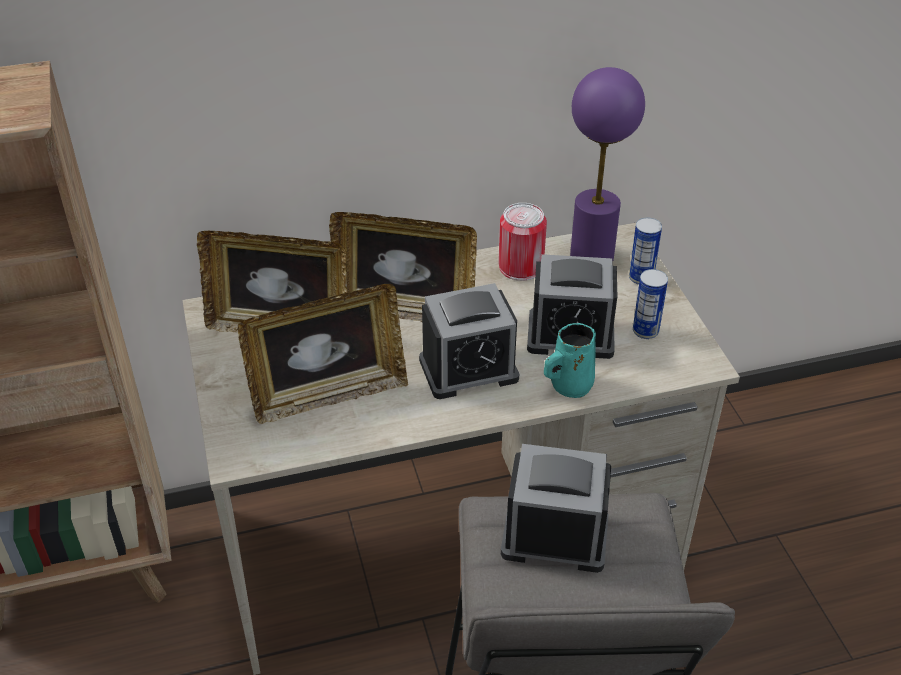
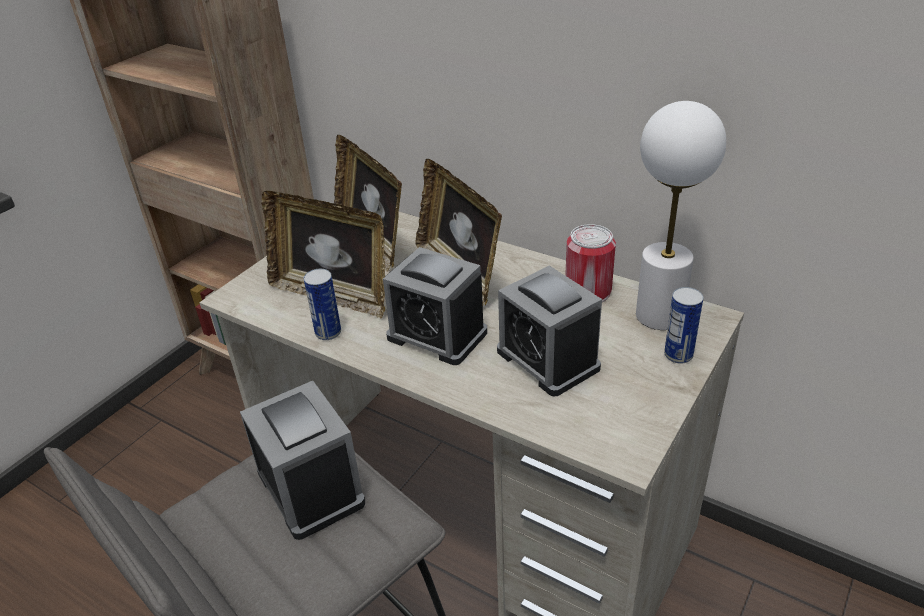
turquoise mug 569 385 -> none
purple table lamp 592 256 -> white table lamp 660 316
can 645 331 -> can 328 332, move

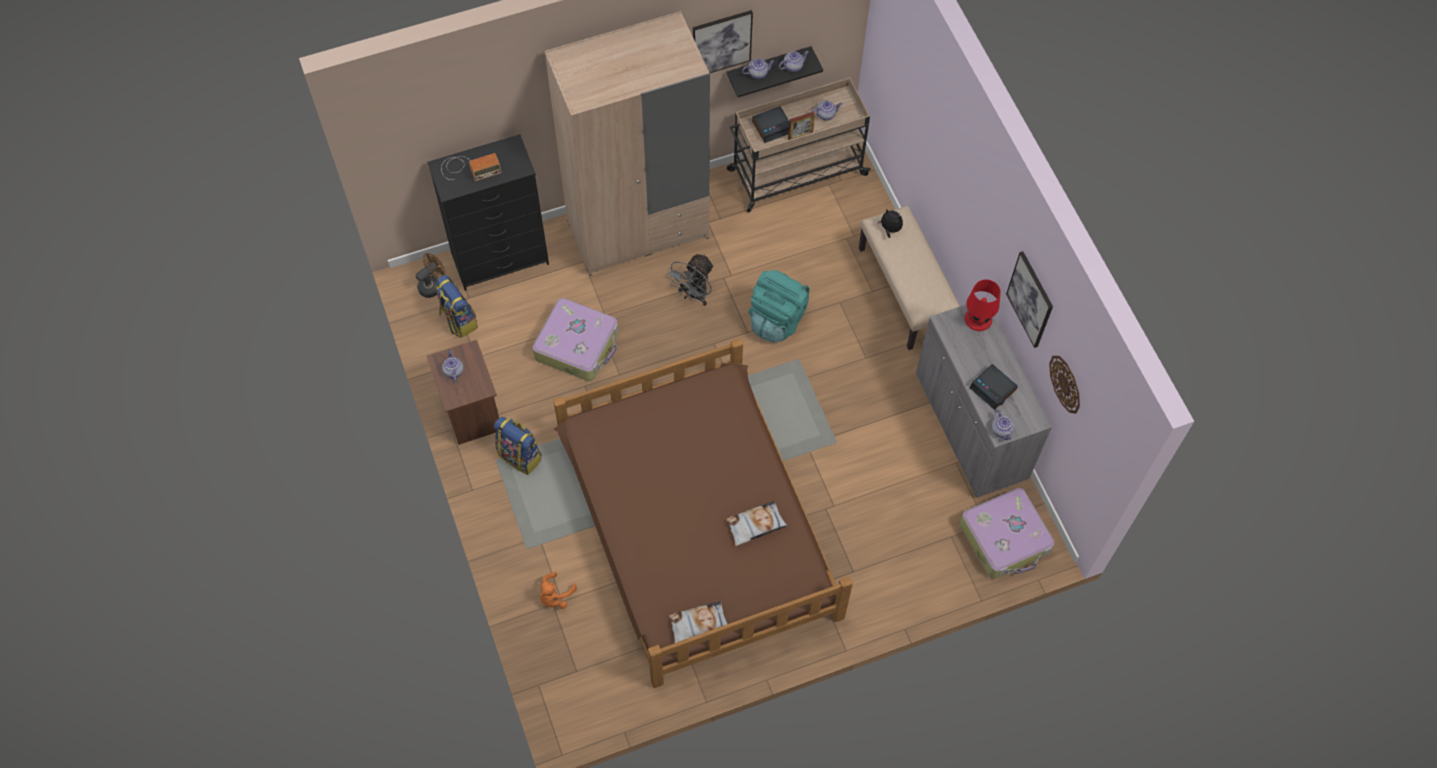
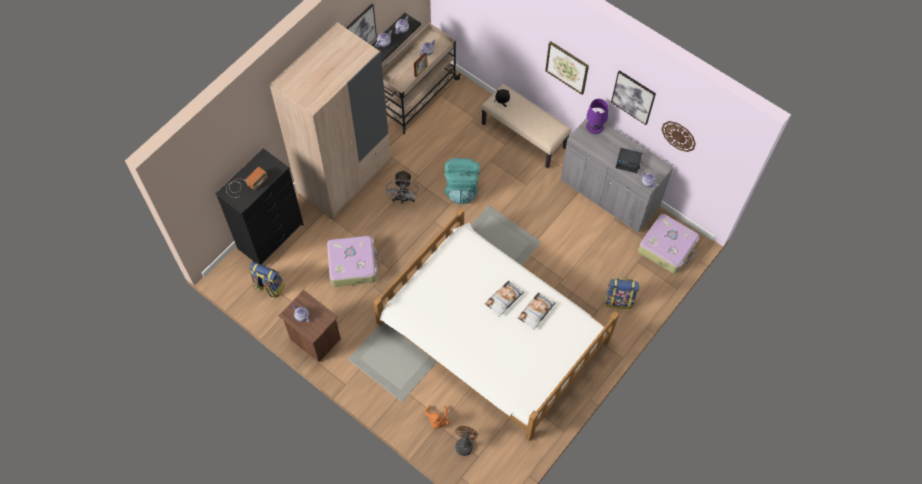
brown fan 432 285 -> brown fan 464 444, move
backpack 520 456 -> backpack 619 300, move
brown bed 696 523 -> white bed 492 331
pillow 698 625 -> pillow 504 300, move
alarm clock 772 126 -> none
red table lamp 978 319 -> purple table lamp 595 126
none -> picture 567 67

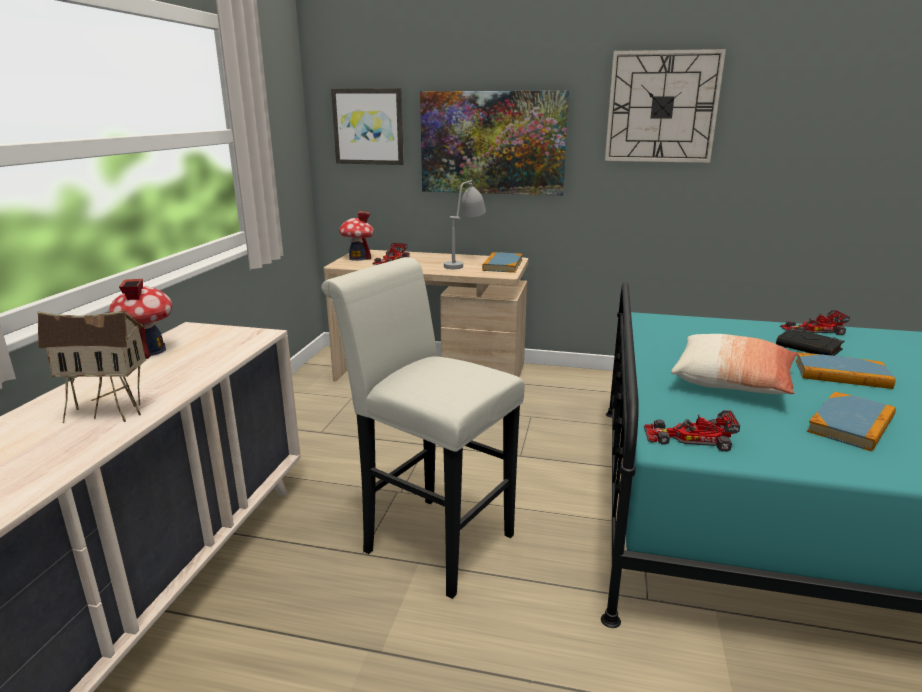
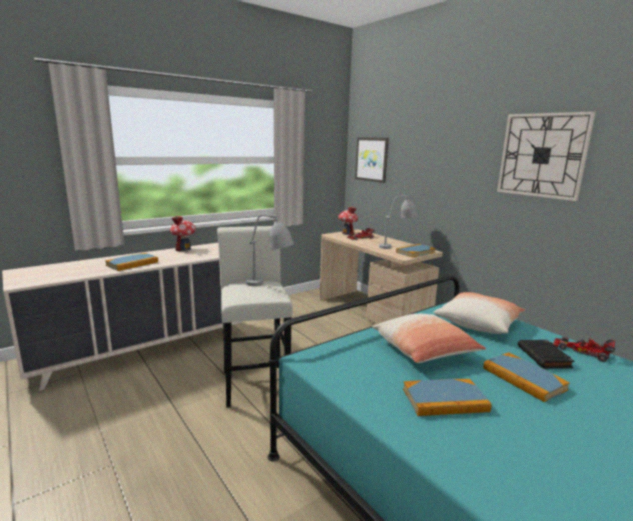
toy house 110 412 -> book 132 264
picture 492 143 -> none
toy car 689 437 -> none
none -> grey table lamp 270 287
none -> pillow 478 323

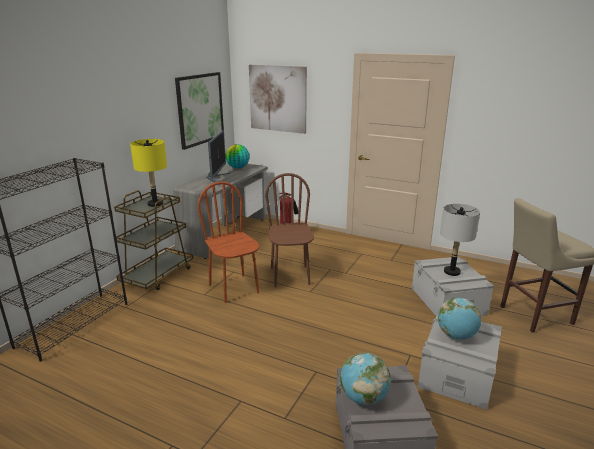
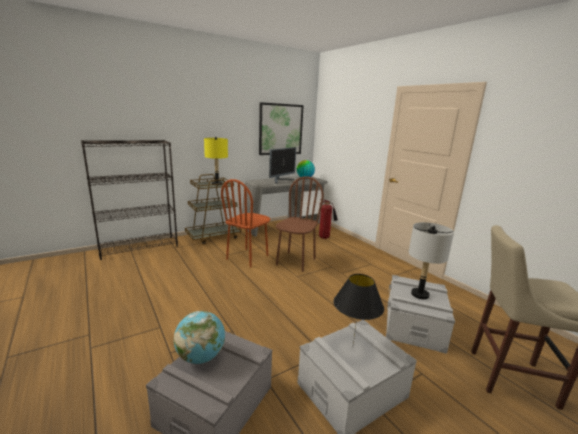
brown chair 234 288 -> brown chair 247 257, 150 degrees counterclockwise
picture 277 98 -> none
globe 456 336 -> black table lamp 352 347

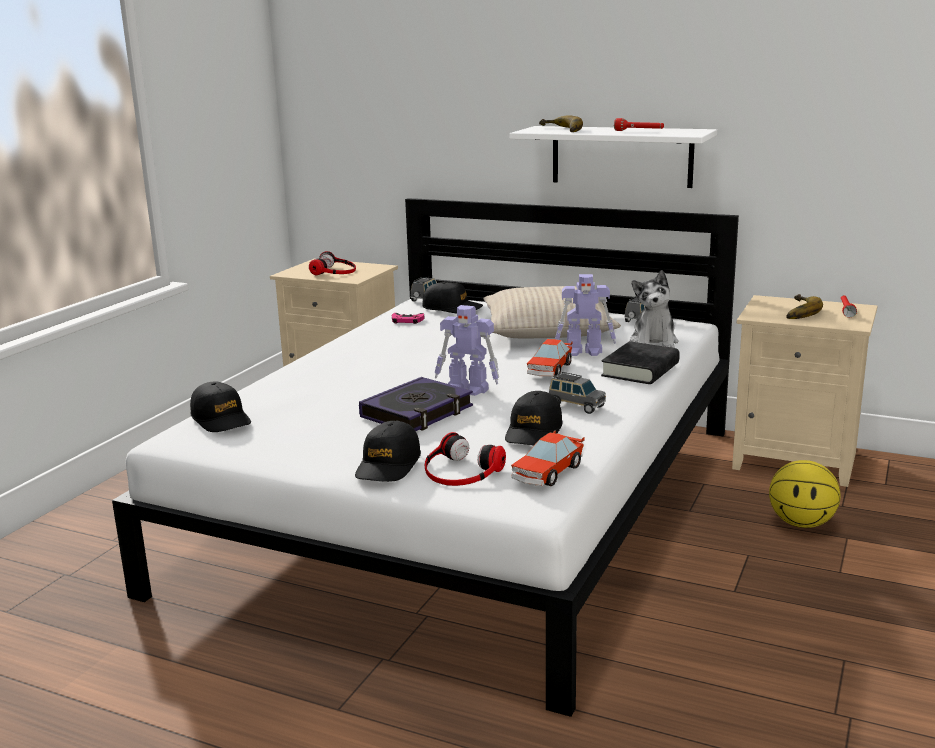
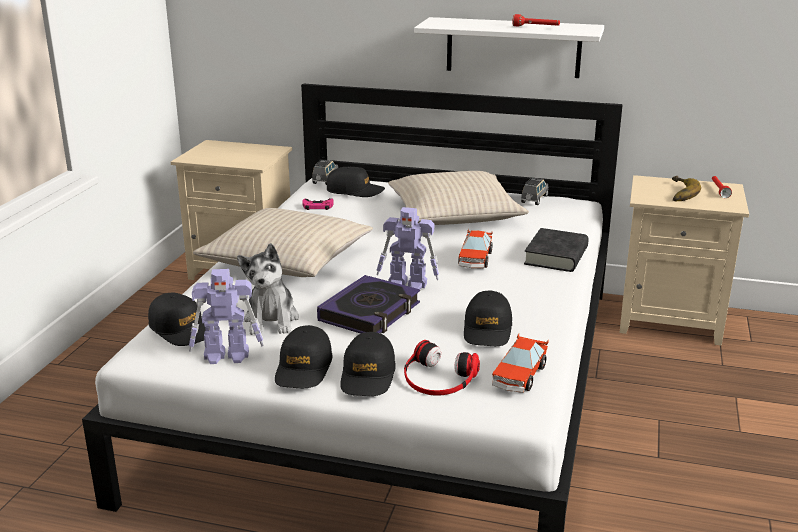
headphones 334 271 -> none
banana 560 130 -> none
grey toy car 576 406 -> none
toy robot 585 352 -> toy robot 228 356, move
plush toy 654 342 -> plush toy 271 320, move
basketball 802 524 -> none
none -> beige pillow 286 259
none -> black cap 304 368

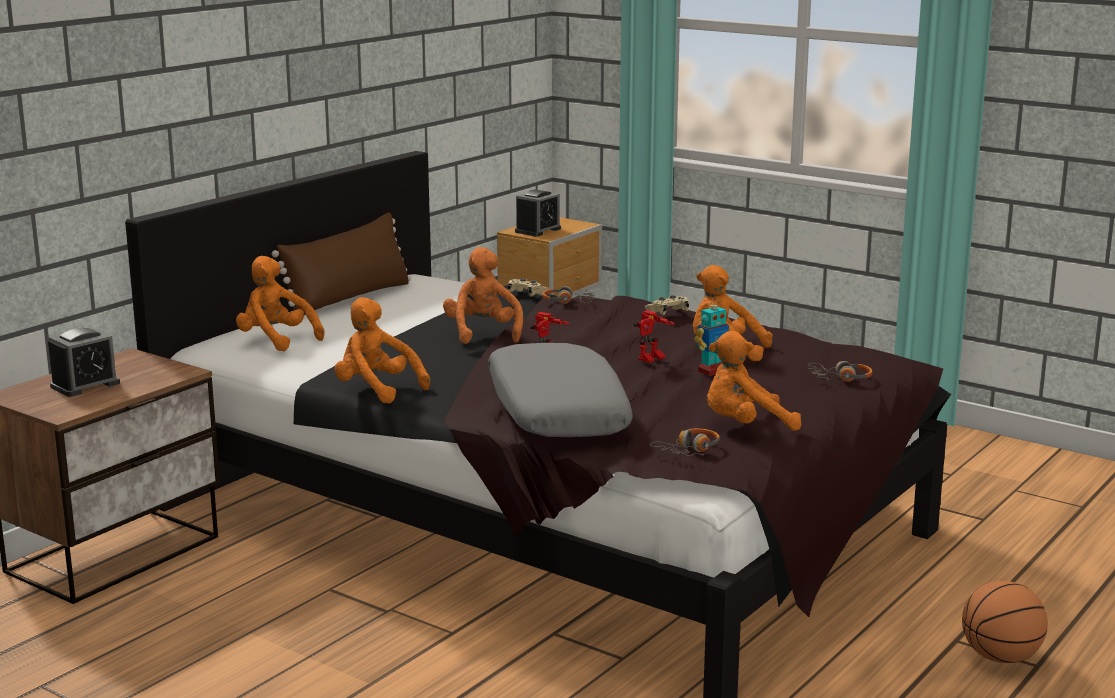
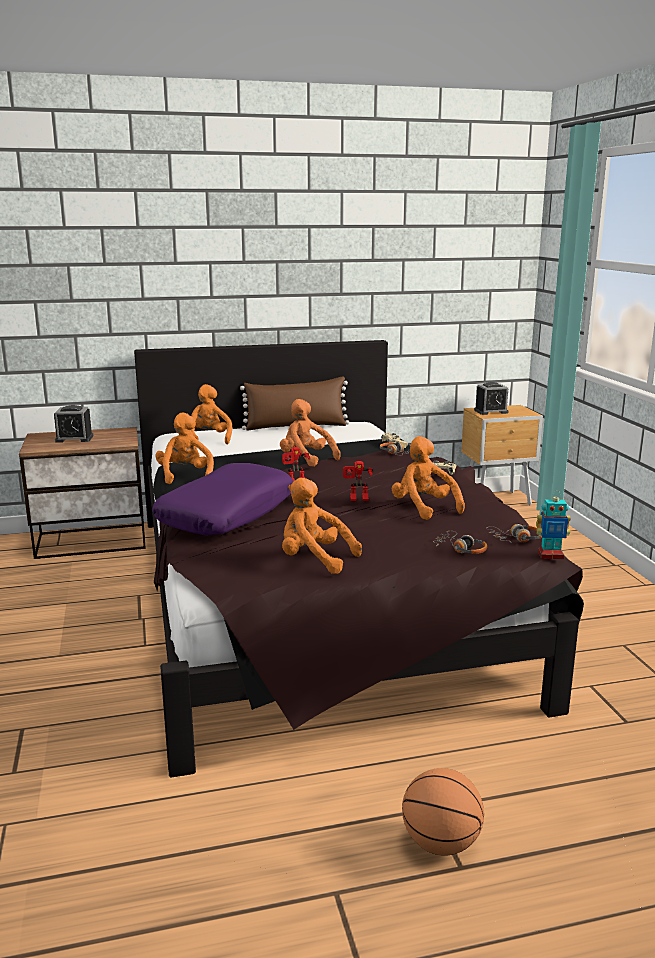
orange plush toy 483 333 -> orange plush toy 306 459, 75 degrees counterclockwise
grey pillow 555 412 -> purple pillow 227 513
headphones 689 450 -> headphones 515 539, move
toy robot 712 371 -> toy robot 550 555, move

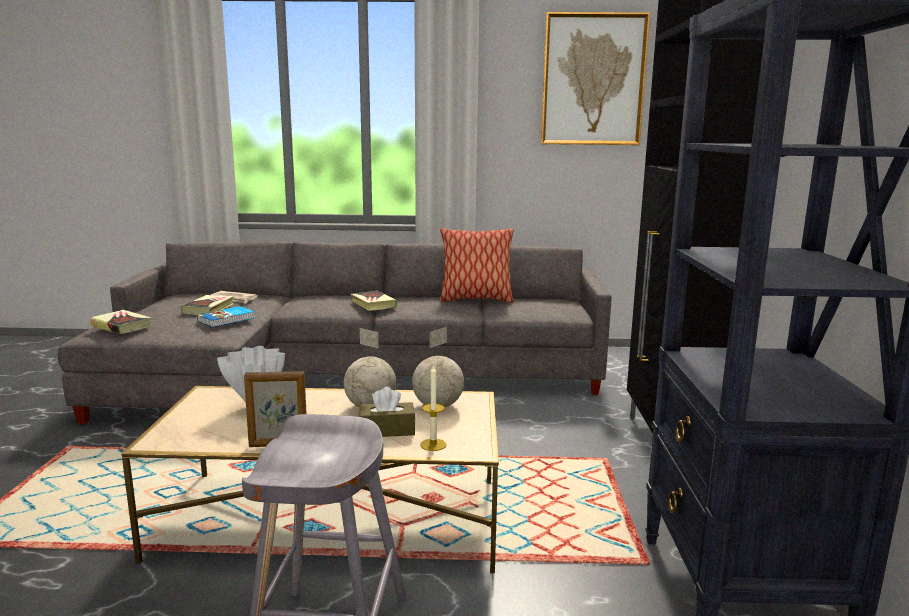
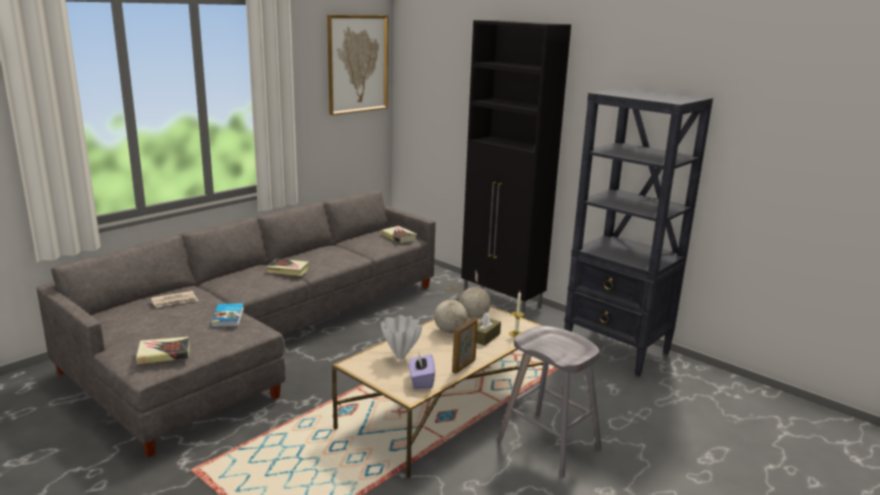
book 208 309 -> book 399 237, move
pillow 475 300 -> none
none -> purple tissue box 421 381

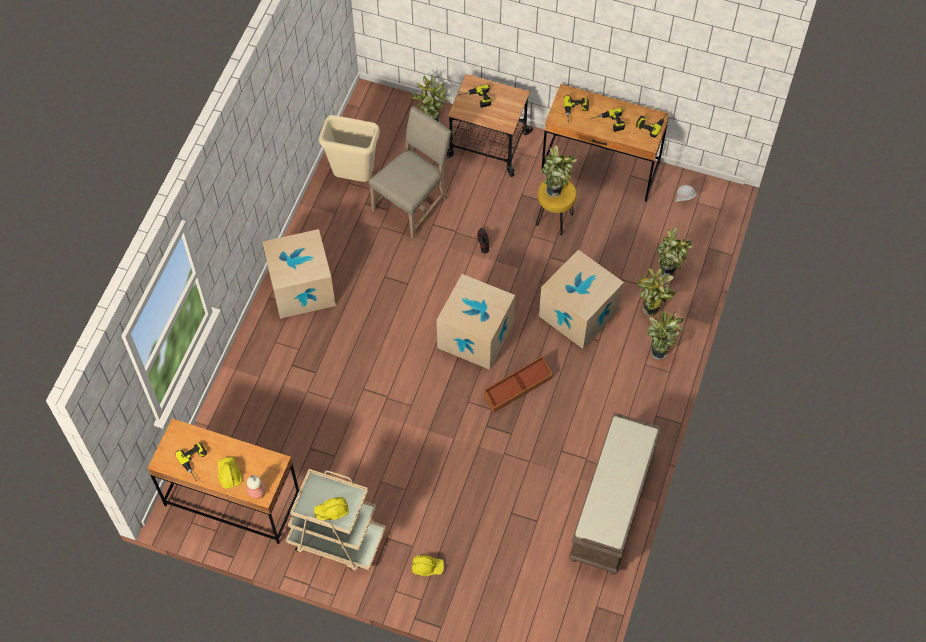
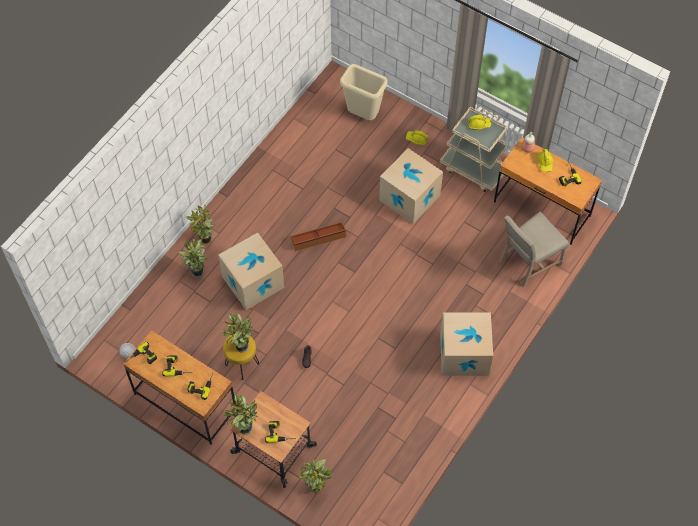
beige trash can 354 177 -> beige trash can 362 115, move
beige chair 413 203 -> beige chair 528 262, move
cardboard box 475 335 -> cardboard box 409 198, move
brown bench 613 506 -> none
potted plant 668 271 -> potted plant 243 427, move

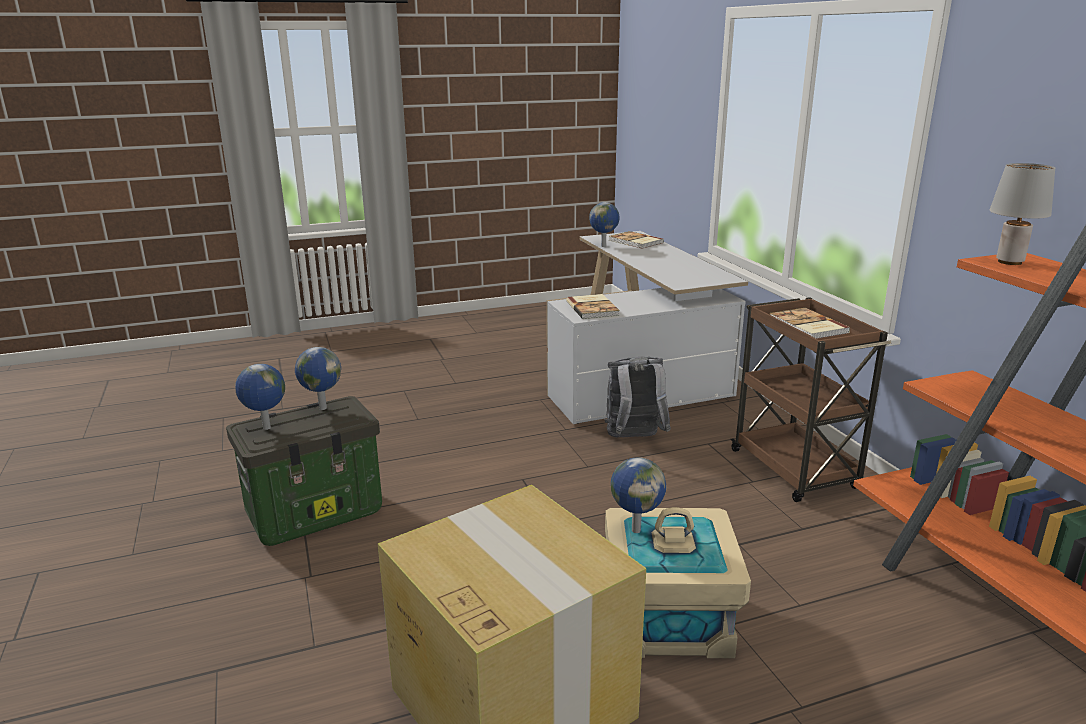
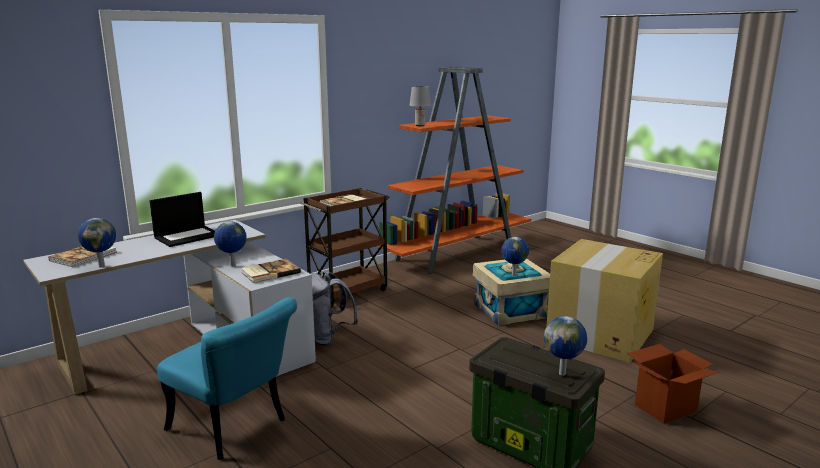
globe 322 408 -> globe 232 266, move
none -> laptop 188 236
none -> turquoise chair 235 428
none -> cardboard box 665 408

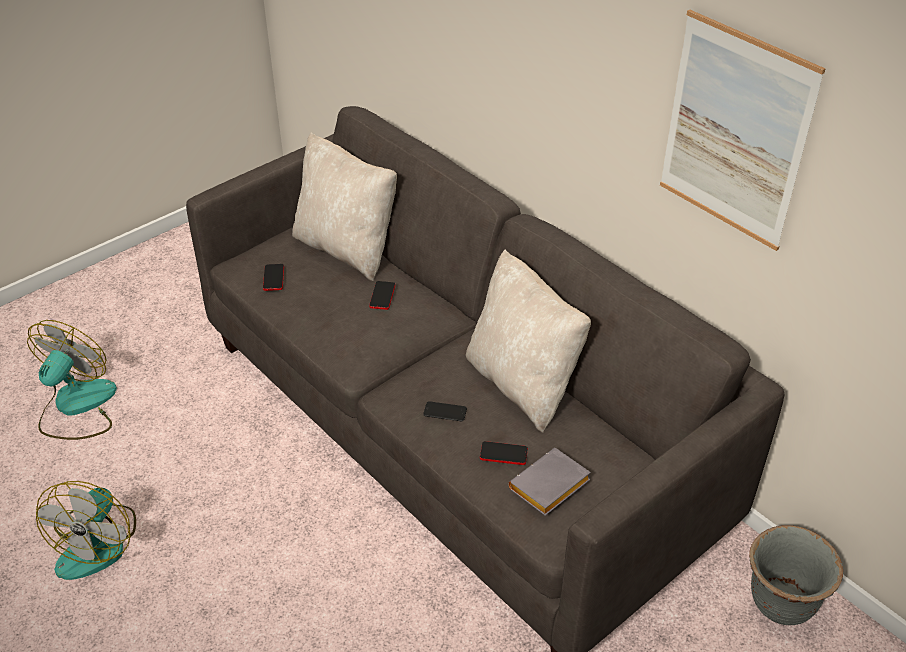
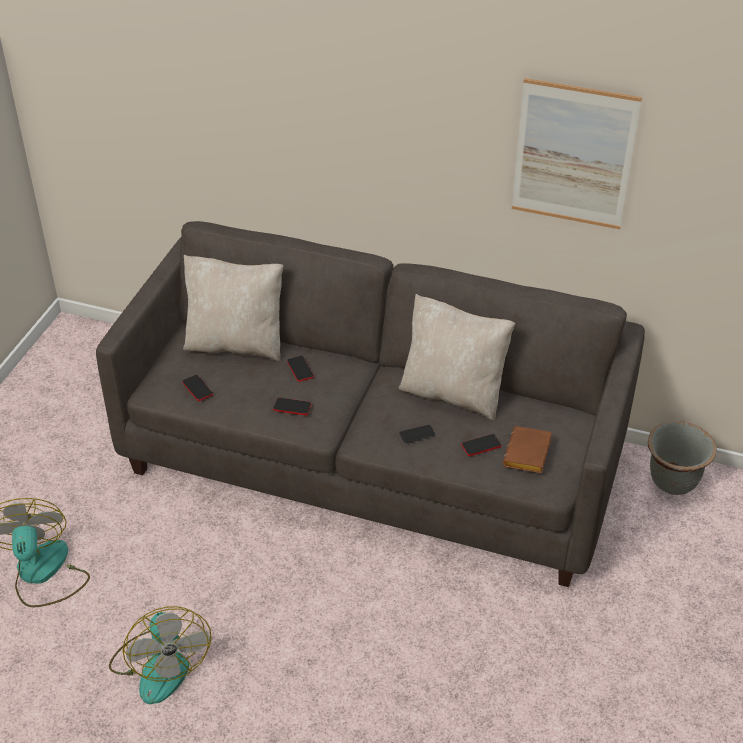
grey book 549 488 -> brown book 528 455
none -> phone 292 407

